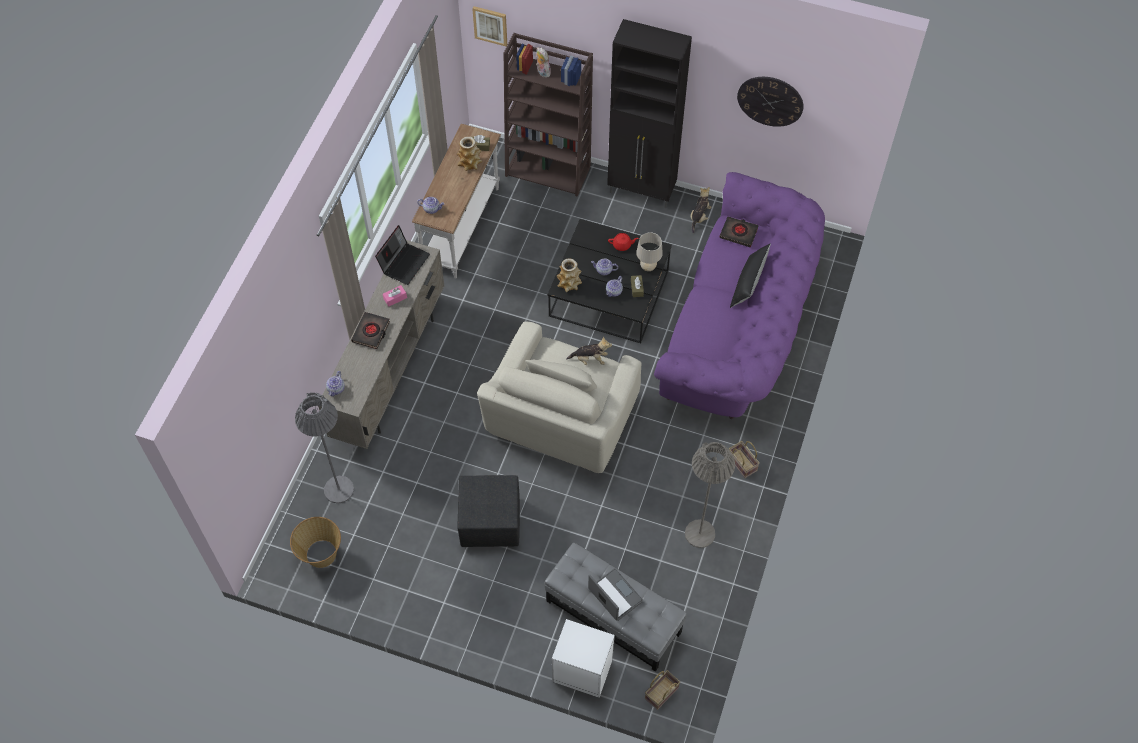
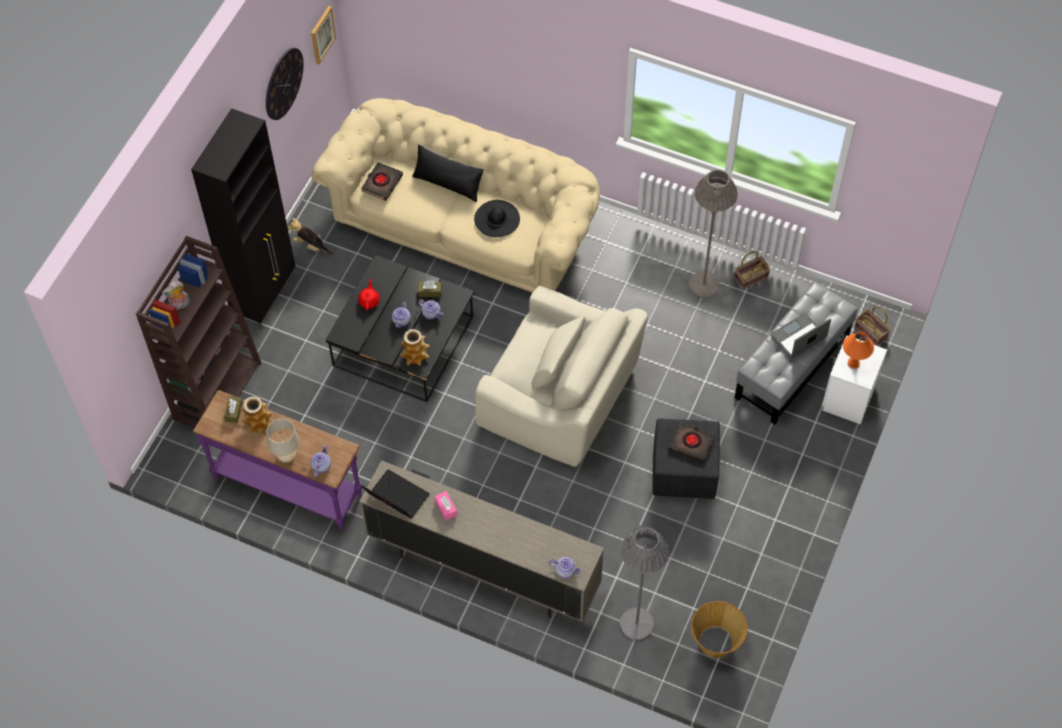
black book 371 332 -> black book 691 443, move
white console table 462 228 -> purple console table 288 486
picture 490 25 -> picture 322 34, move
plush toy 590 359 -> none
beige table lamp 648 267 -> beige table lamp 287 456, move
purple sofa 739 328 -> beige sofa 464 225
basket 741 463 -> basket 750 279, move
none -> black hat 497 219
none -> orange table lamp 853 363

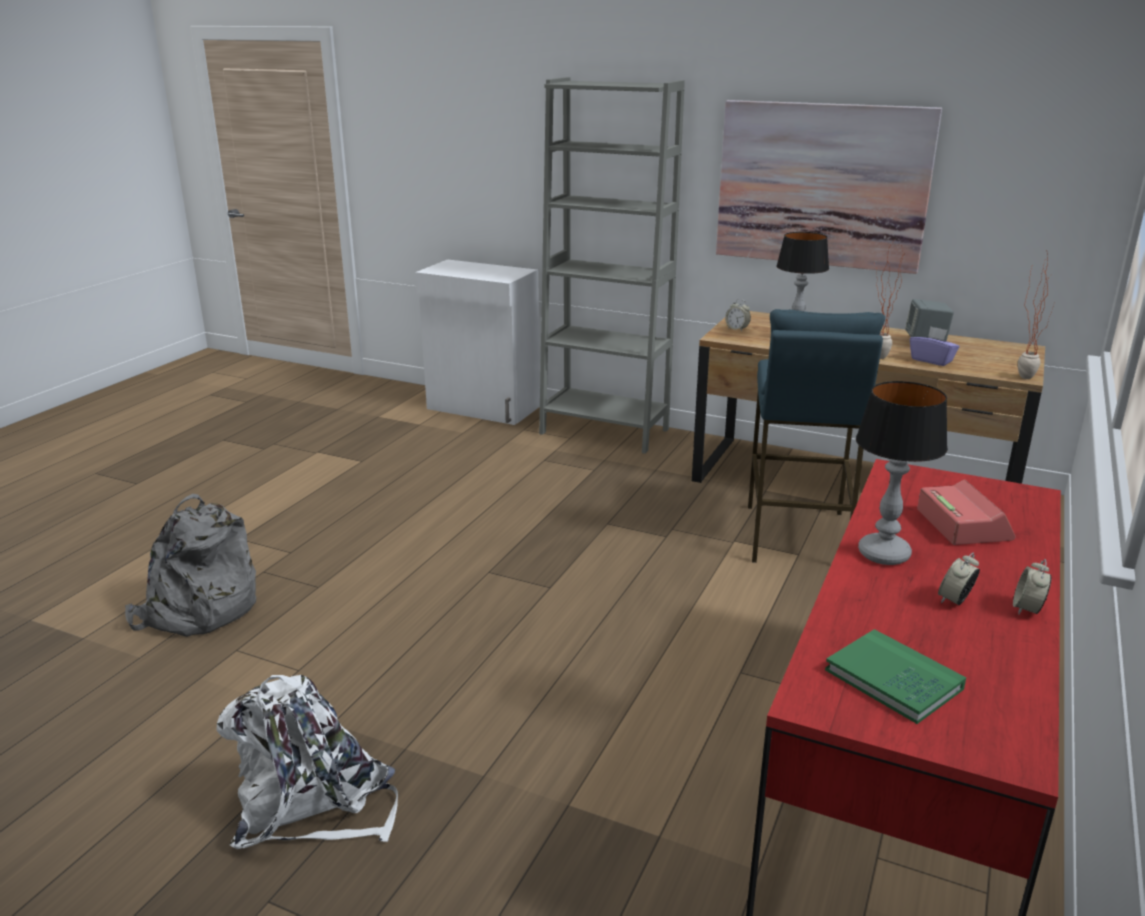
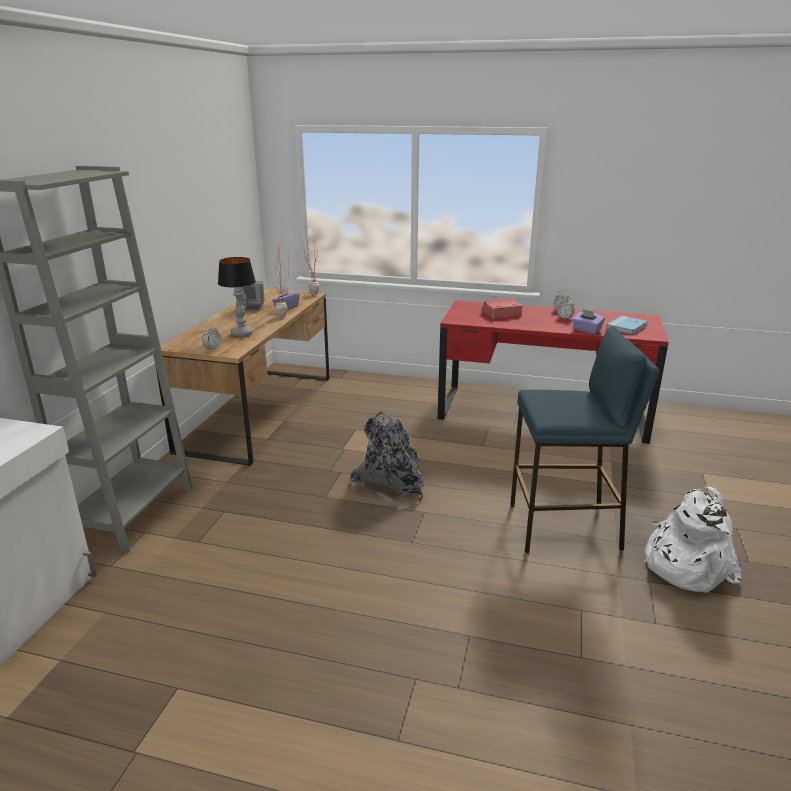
grey backpack 198 610 -> grey backpack 391 484, move
picture 821 185 -> none
blue stool 796 536 -> blue stool 565 527, move
green book 893 679 -> blue book 626 327
table lamp 883 554 -> none
none -> purple tissue box 586 330

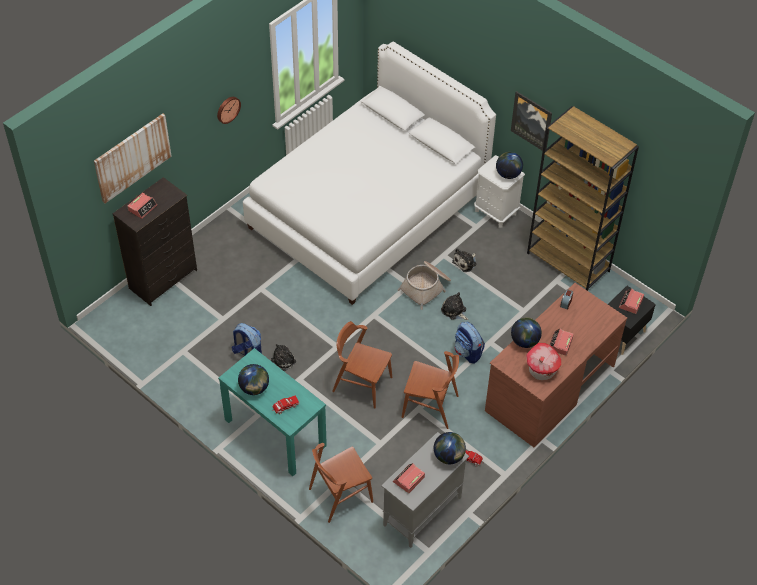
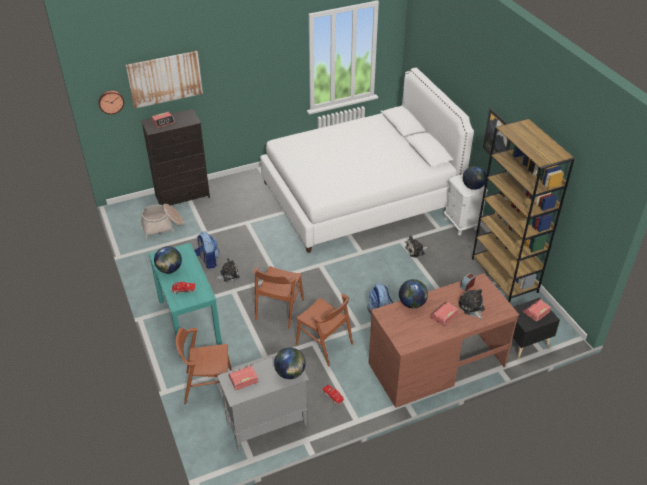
wall clock 227 109 -> wall clock 111 101, move
brown chair 362 384 -> brown chair 279 310, 120 degrees counterclockwise
basket 426 287 -> basket 162 226, move
plush toy 454 311 -> plush toy 471 307, move
toy house 542 369 -> none

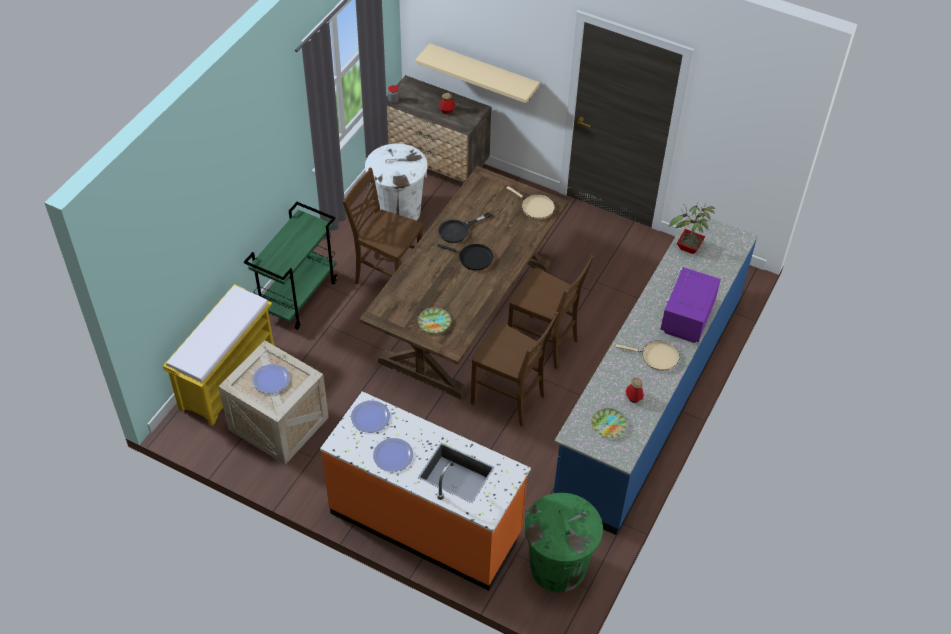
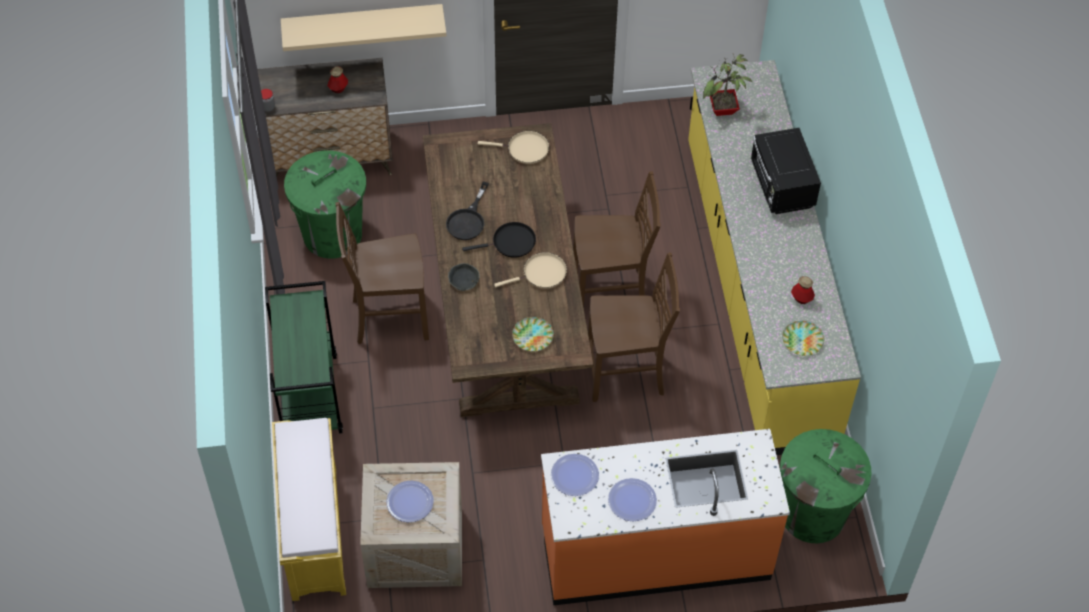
white trash can 397 211 -> green trash can 332 234
blue counter 648 398 -> yellow counter 756 290
beige frying pan 657 357 -> beige frying pan 541 274, move
purple microwave 686 318 -> black microwave 781 187
none -> grey bowl 463 280

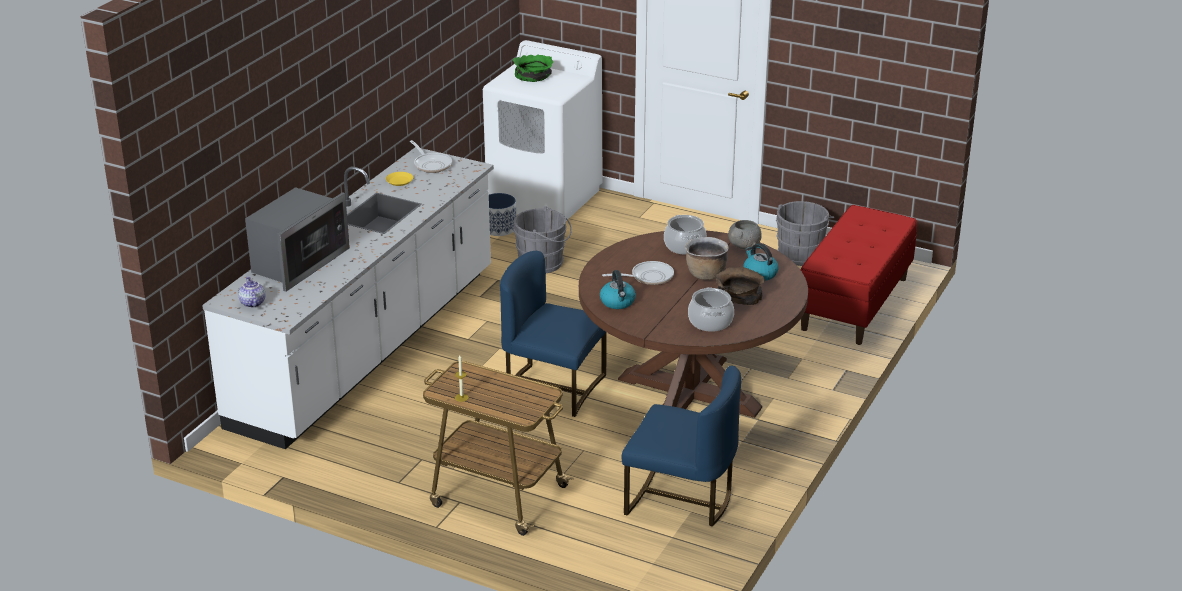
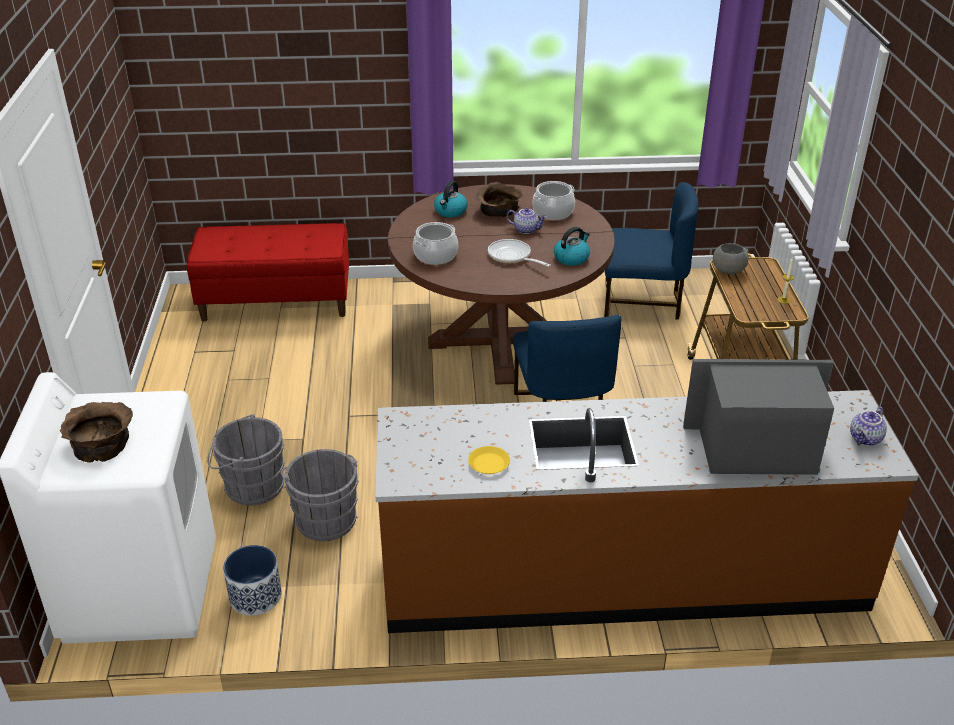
white counter 367 348 -> brown counter 622 575
frying pan 431 164 -> none
green bowl 534 77 -> brown bowl 102 442
blue chair 680 499 -> blue chair 641 304, 105 degrees clockwise
brown cooking pot 705 274 -> none
grey bowl 744 246 -> grey bowl 728 270, move
grey bucket 801 254 -> grey bucket 250 486, move
none -> teapot 526 230

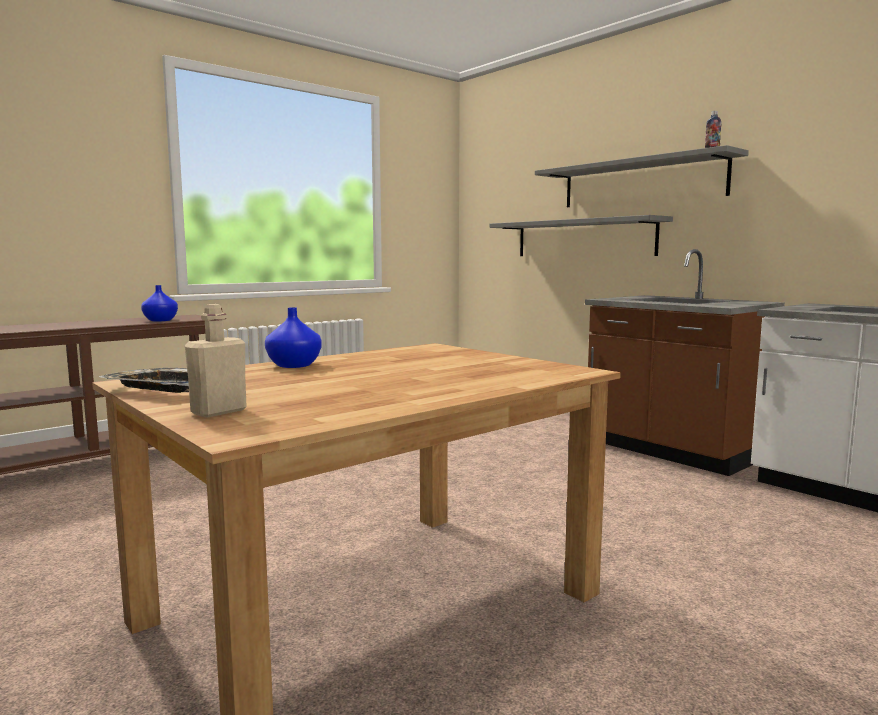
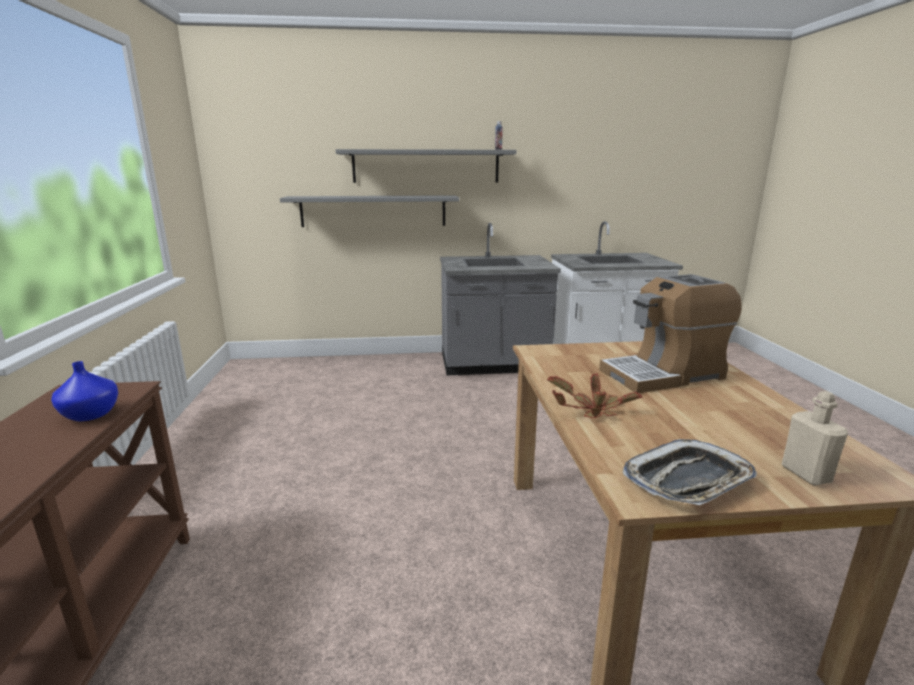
blue vase 295 365 -> potted plant 591 410
brown counter 672 451 -> grey counter 494 365
none -> coffee machine 663 374

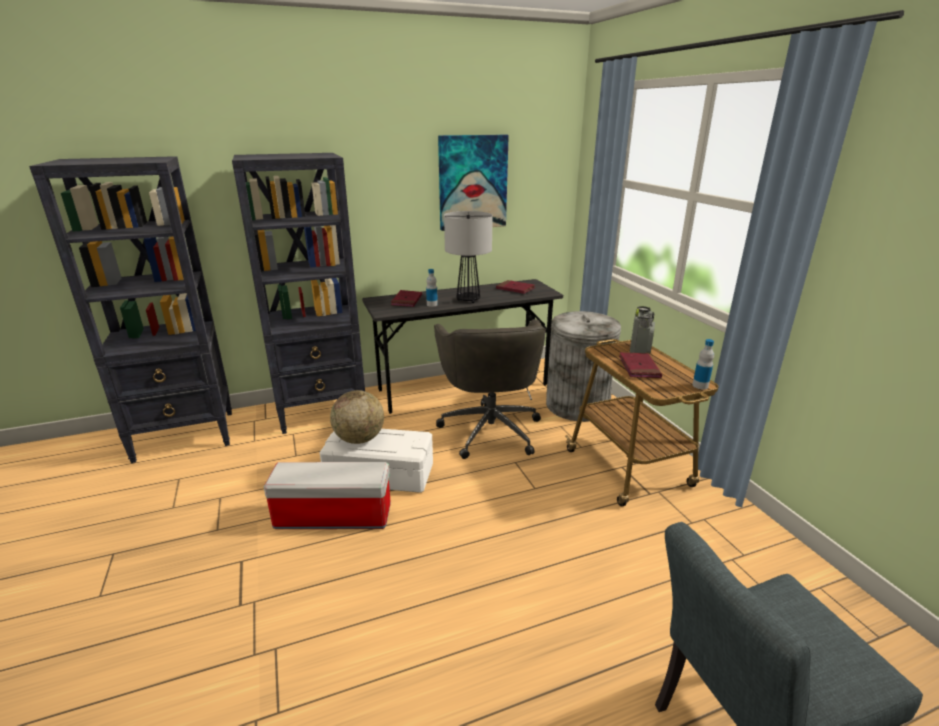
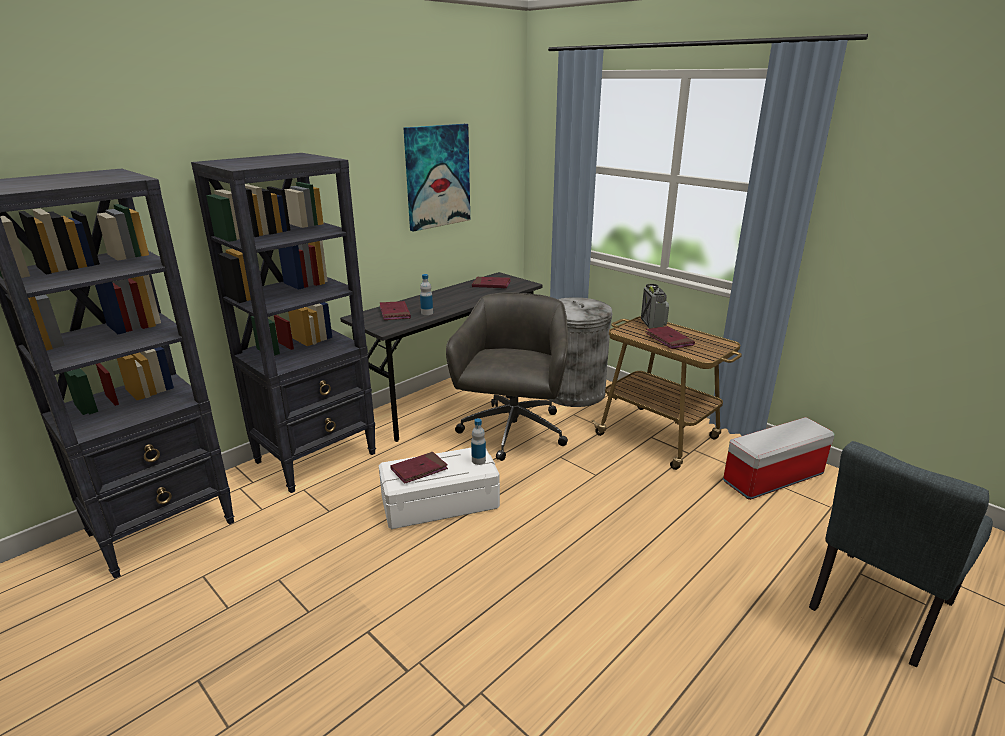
storage box 332 517 -> storage box 772 478, move
globe 359 439 -> red book 419 469
grey office chair 490 429 -> grey office chair 512 432, 135 degrees counterclockwise
table lamp 468 300 -> none
bottle 700 385 -> bottle 478 460, move

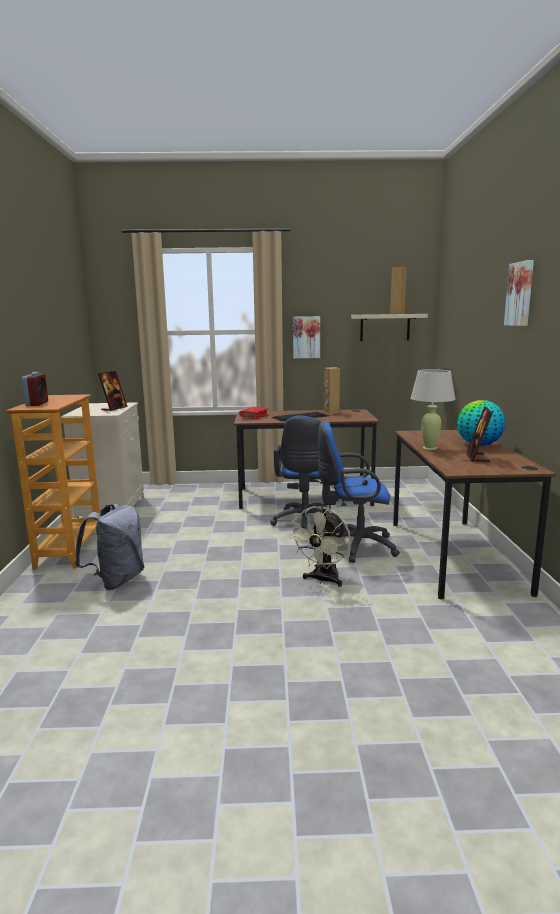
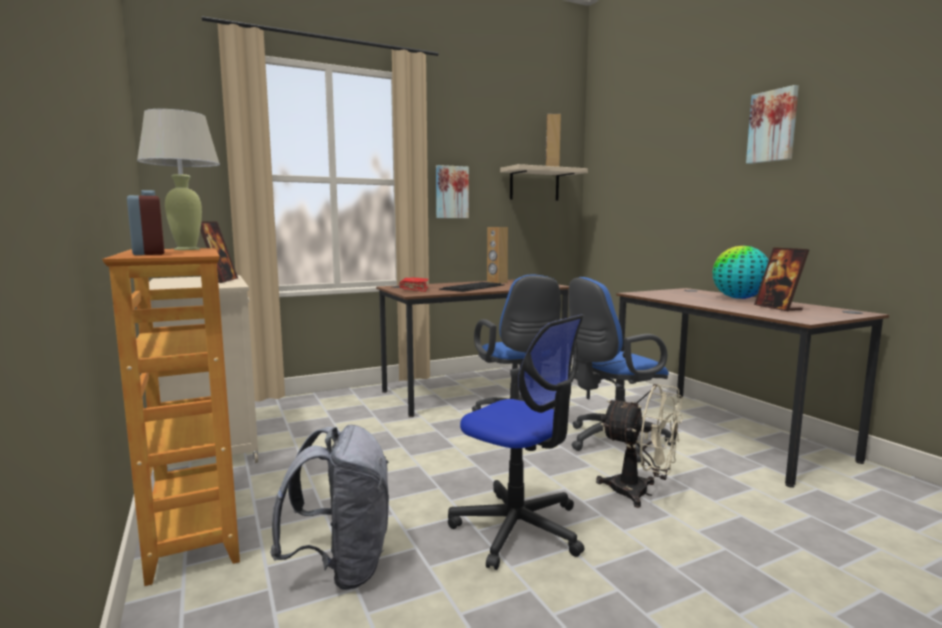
beige fan 323 580 -> beige fan 640 493, 60 degrees counterclockwise
beige table lamp 429 448 -> beige table lamp 187 249, move
none -> office chair 518 528

